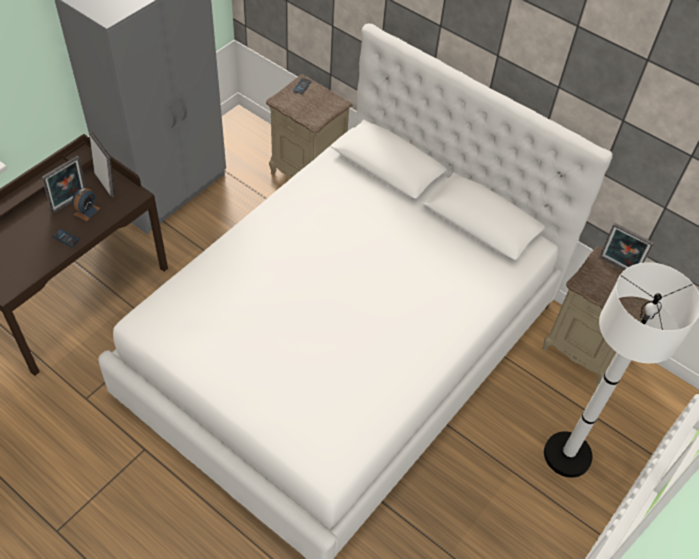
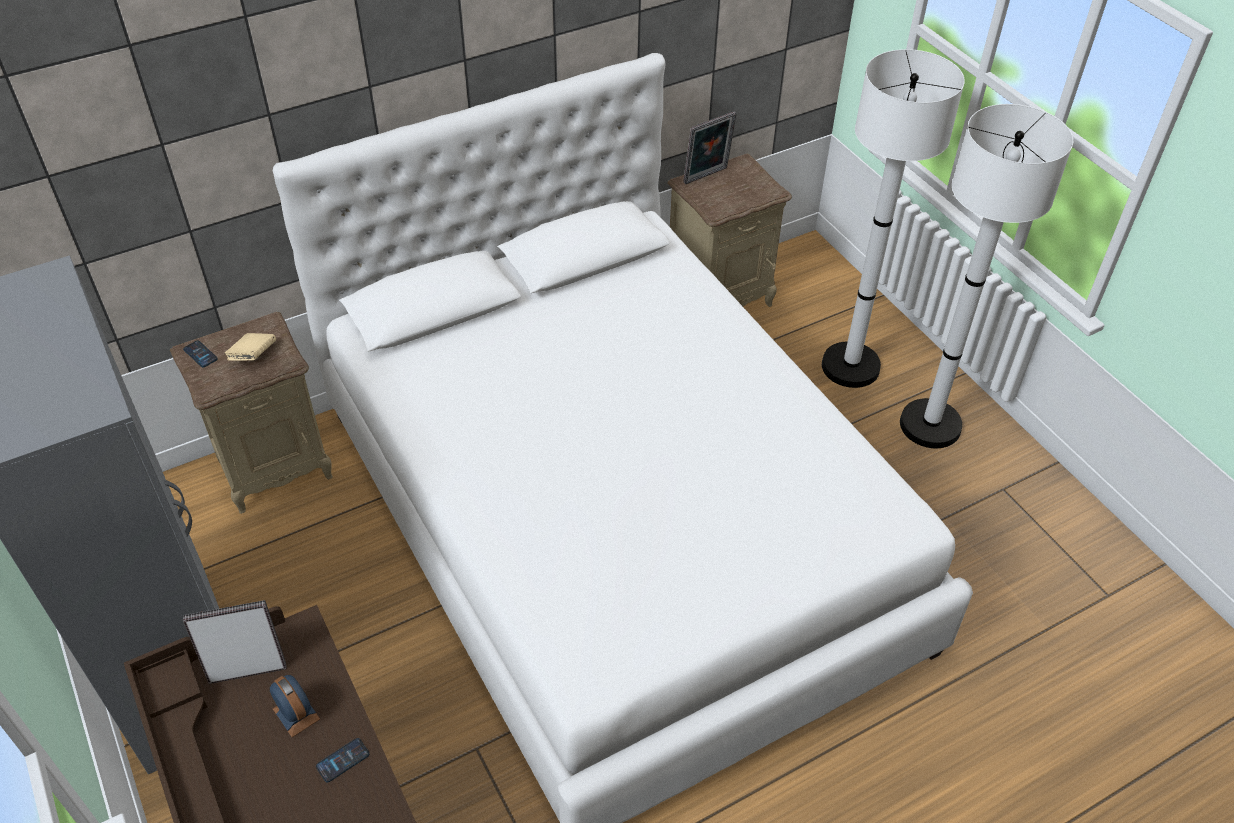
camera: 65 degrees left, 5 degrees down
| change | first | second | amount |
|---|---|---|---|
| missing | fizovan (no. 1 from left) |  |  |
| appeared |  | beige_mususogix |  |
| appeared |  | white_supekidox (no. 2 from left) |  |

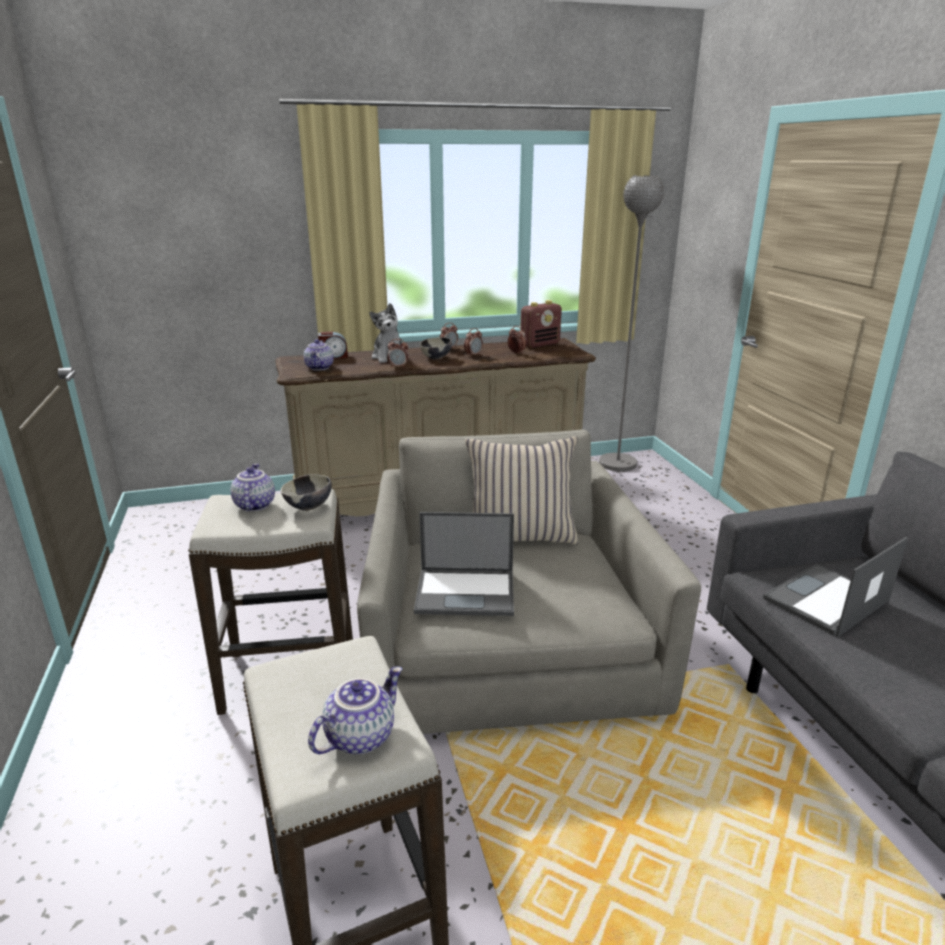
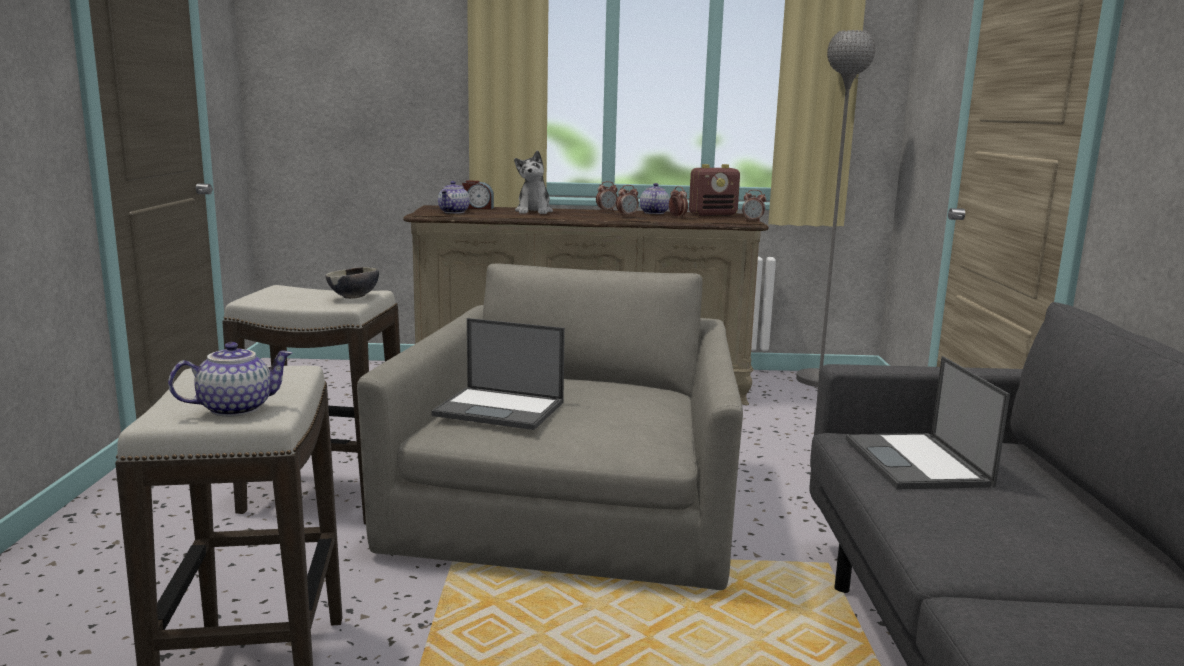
camera: 15 degrees right, 10 degrees down
| change | first | second | amount |
|---|---|---|---|
| missing | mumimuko (no. 2 from left) |  |  |
| missing | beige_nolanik |  |  |
| relocated | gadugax (no. 1 from left in the first image) | gadugax (no. 3 from left) |  |
| relocated | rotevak (no. 2 from left in the first image) | rotevak (no. 5 from left) |  |
| spun | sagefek (no. 2 from left) |  | 75 degrees counterclockwise |

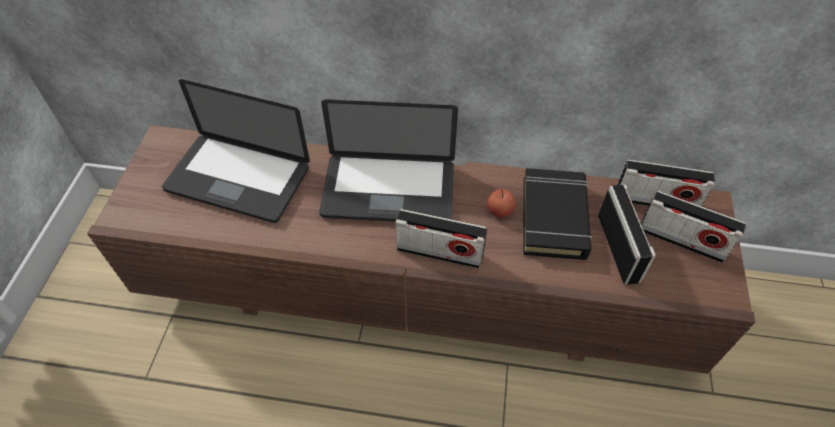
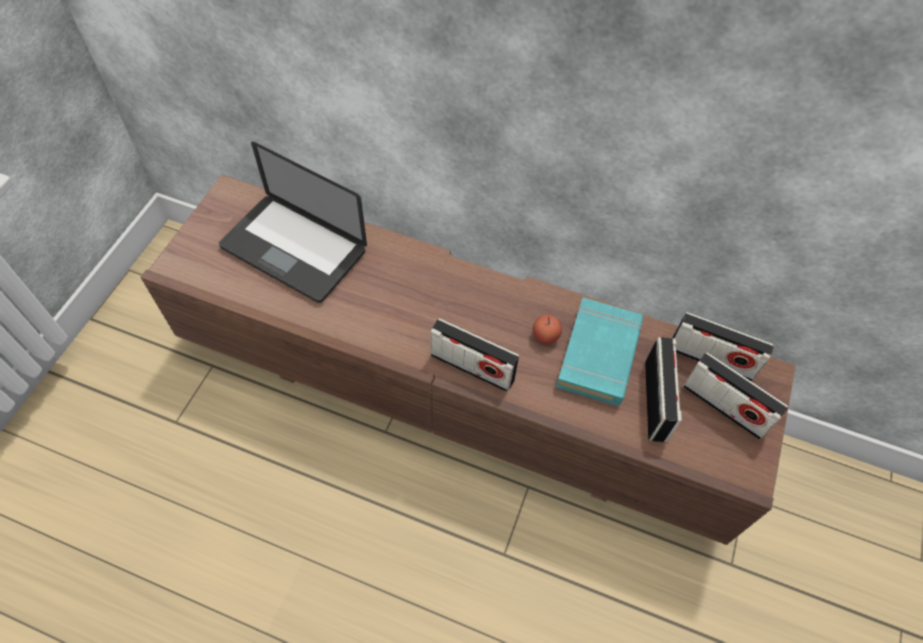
camera: 10 degrees right, 5 degrees up
| change | first | second | amount |
|---|---|---|---|
| missing | sagefek (no. 2 from left) |  |  |
| colour | black_mususogix | turquoise_mususogix |  |

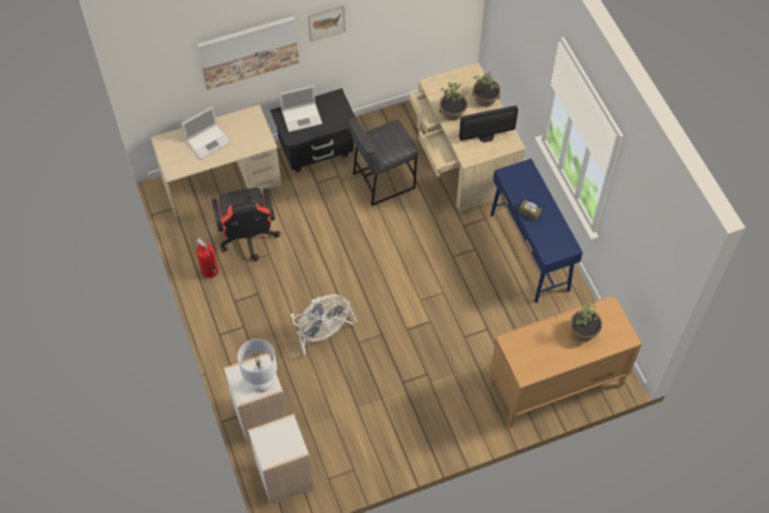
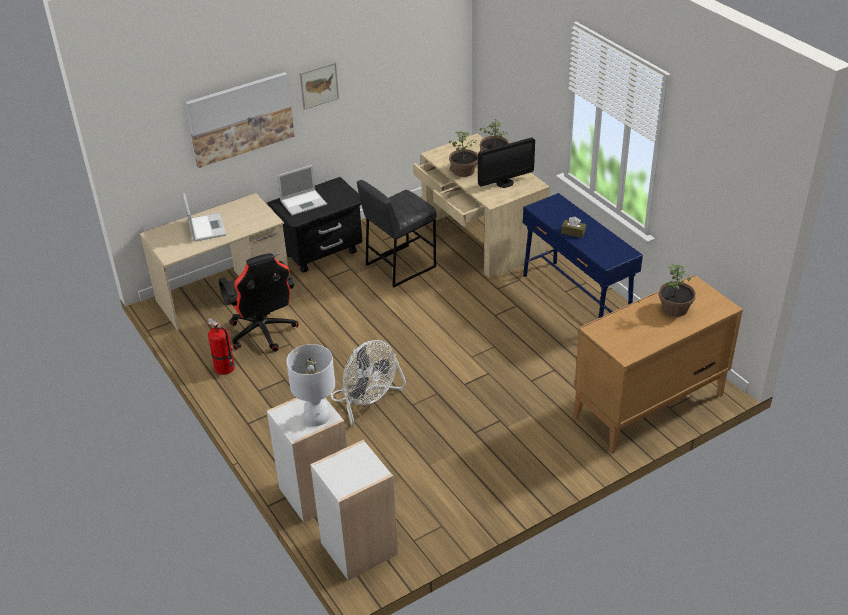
camera: 10 degrees left, 20 degrees down
| change | first | second | amount |
|---|---|---|---|
| spun | sagefek (no. 1 from left) |  | 60 degrees counterclockwise |

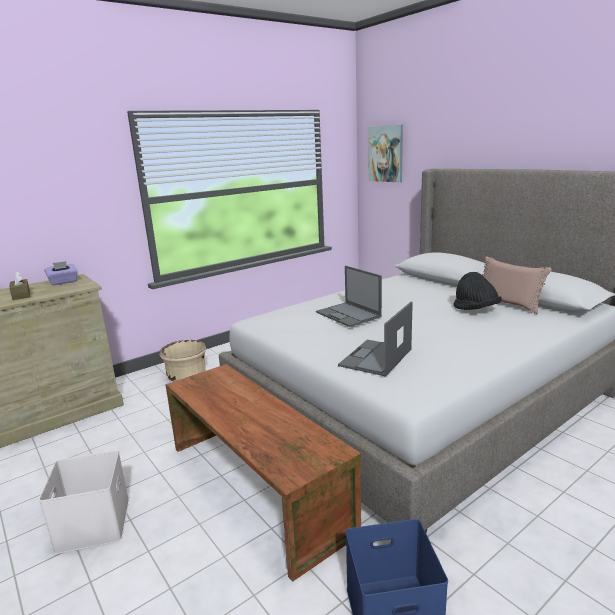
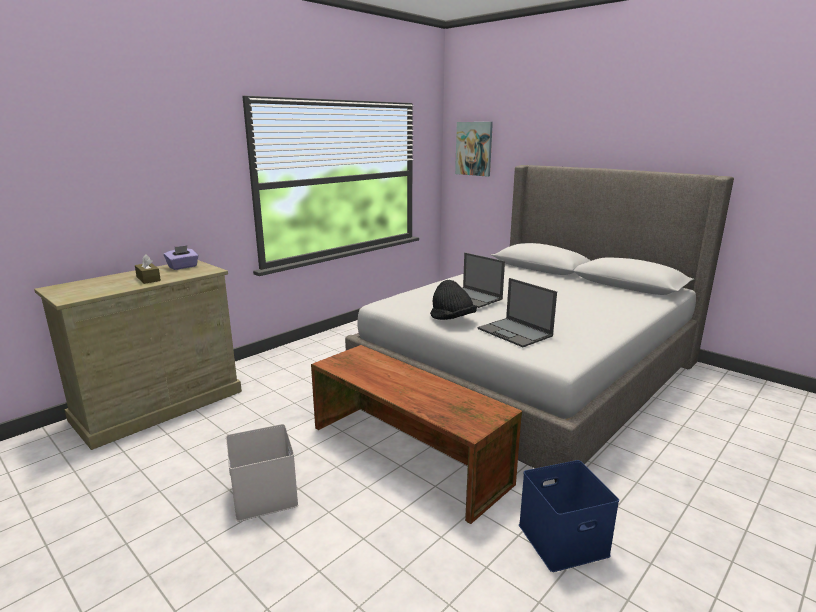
camera: 10 degrees left, 0 degrees up
| change | first | second | amount |
|---|---|---|---|
| missing | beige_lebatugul |  |  |
| missing | beige_nolanik |  |  |
| relocated | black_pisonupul |  |  |
| spun | sagefek (no. 2 from left) |  | 60 degrees counterclockwise |

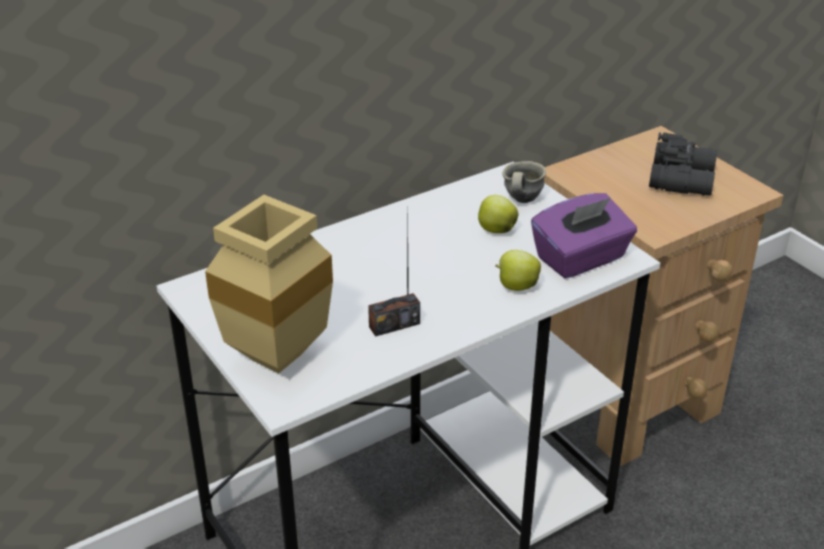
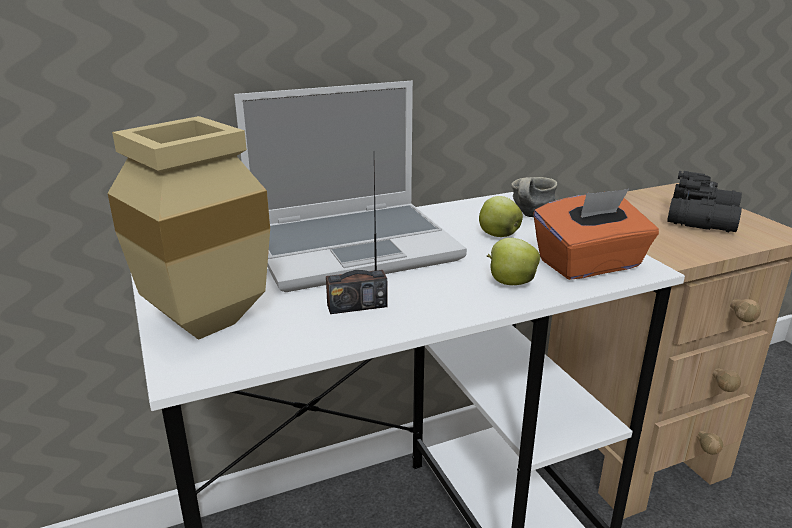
camera: 10 degrees right, 10 degrees down
| change | first | second | amount |
|---|---|---|---|
| appeared |  | sagefek |  |
| colour | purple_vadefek | orange_vadefek |  |

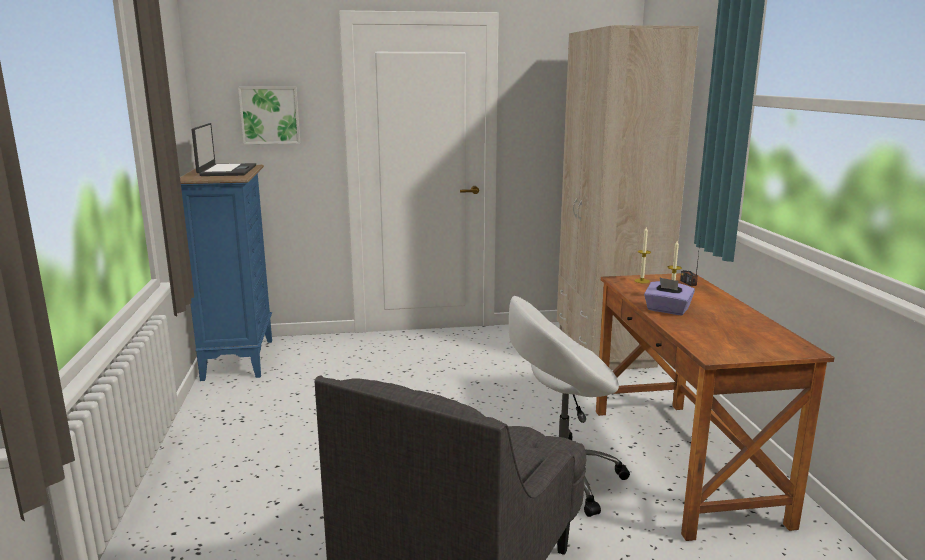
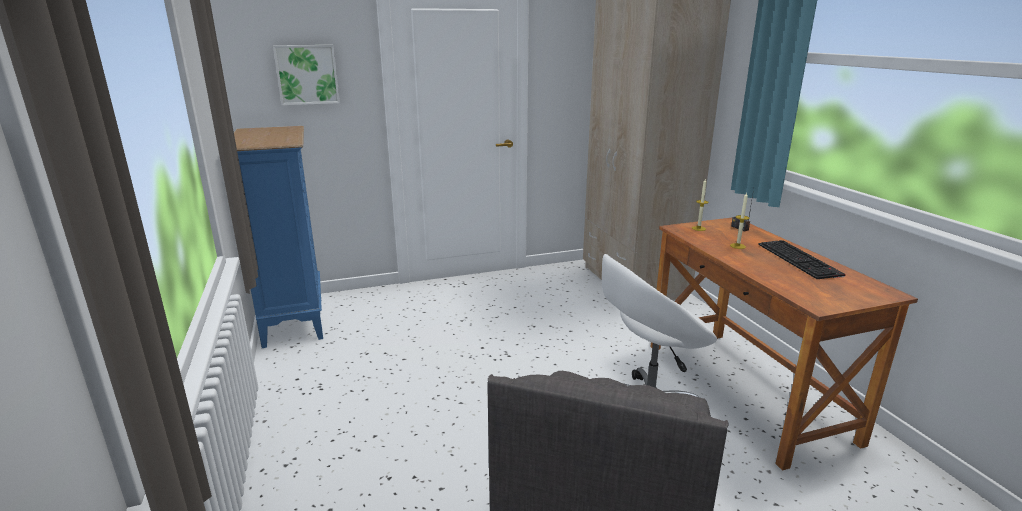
camera: 10 degrees left, 5 degrees up
| change | first | second | amount |
|---|---|---|---|
| missing | sagefek |  |  |
| missing | purple_vadefek |  |  |
| appeared |  | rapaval |  |

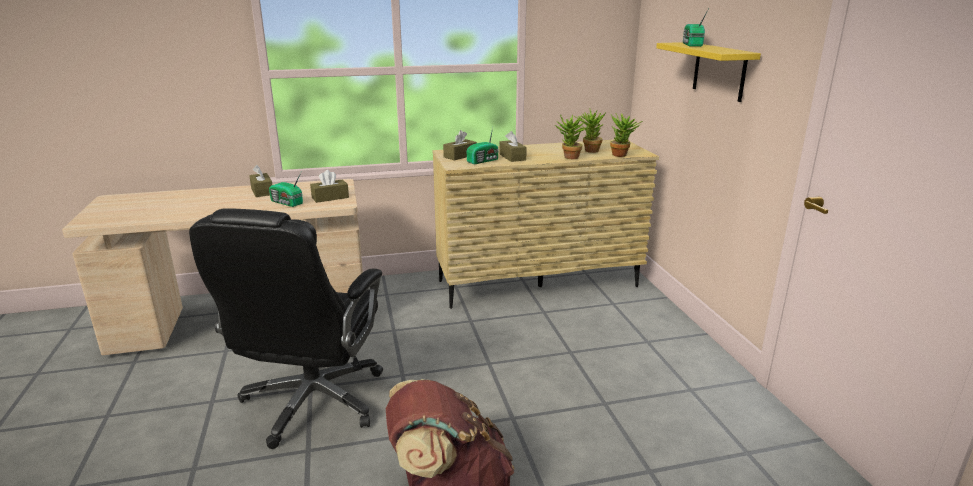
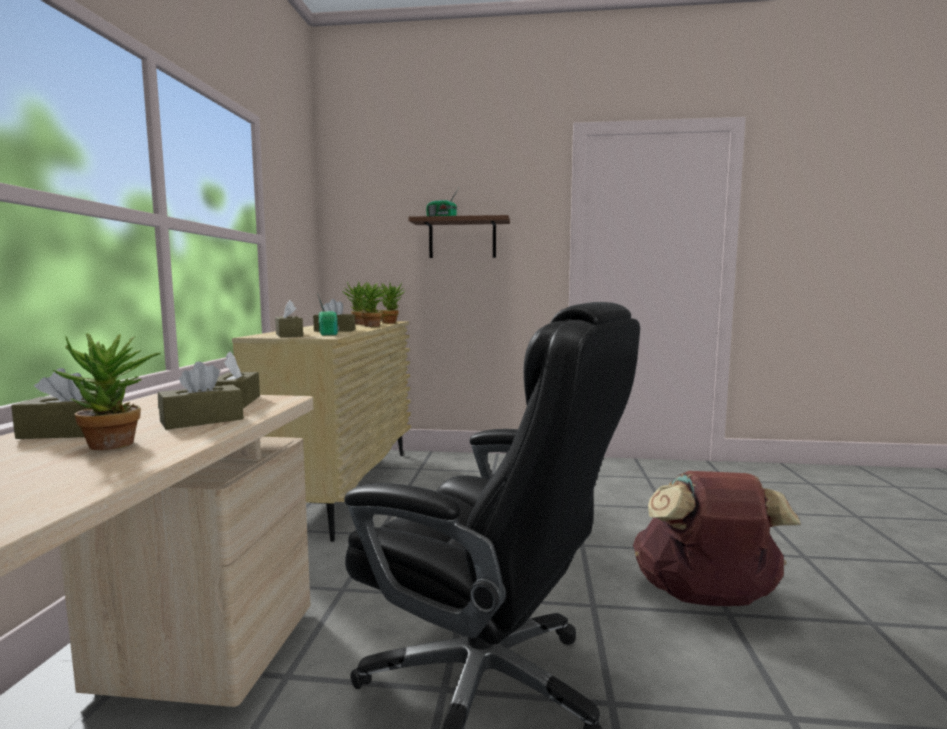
camera: 70 degrees left, 15 degrees down
| change | first | second | amount |
|---|---|---|---|
| appeared |  | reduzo (no. 1 from left) |  |
| exchanged | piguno (no. 1 from left) | brown_vadefek (no. 2 from left) |  |
| colour | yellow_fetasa | brown_fetasa |  |

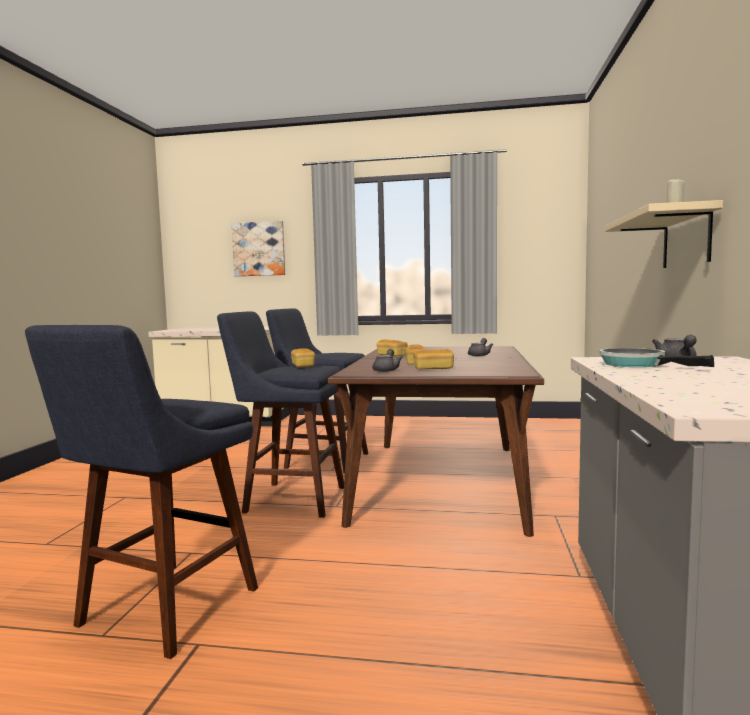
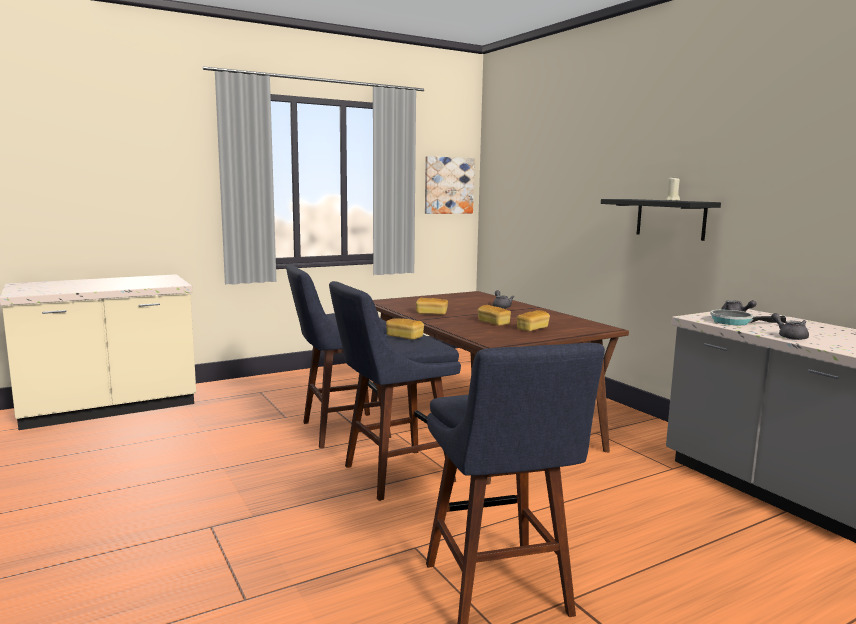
camera: 40 degrees left, 5 degrees up
| change | first | second | amount |
|---|---|---|---|
| relocated | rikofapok |  |  |
| relocated | grey_gadugax (no. 1 from left in the first image) | grey_gadugax (no. 3 from left) |  |
| colour | beige_fetasa | black_fetasa |  |

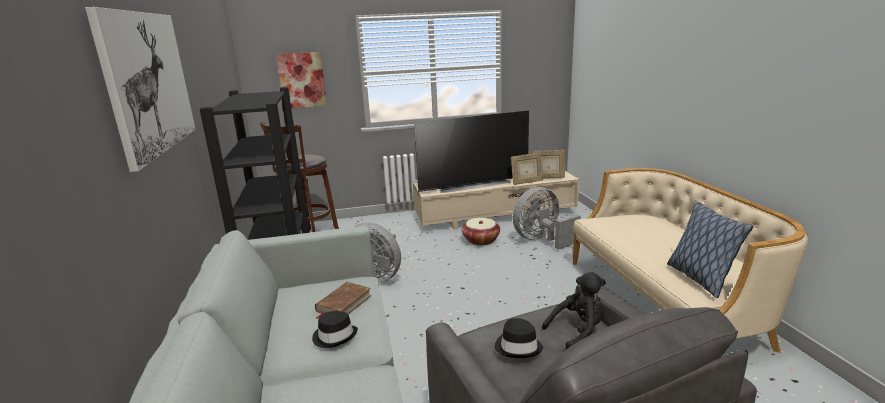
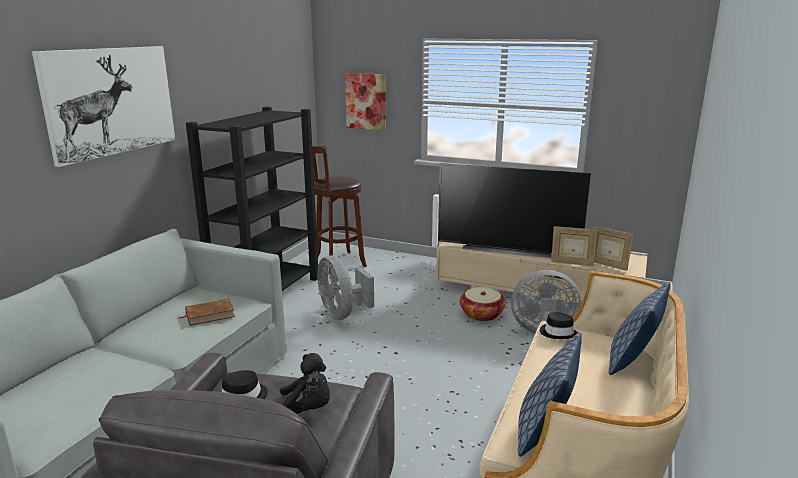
camera: 35 degrees right, 0 degrees up
| change | first | second | amount |
|---|---|---|---|
| appeared |  | nolanik (no. 2 from left) |  |
| relocated | black_pisonupul (no. 1 from left in the first image) | black_pisonupul (no. 2 from left) |  |

